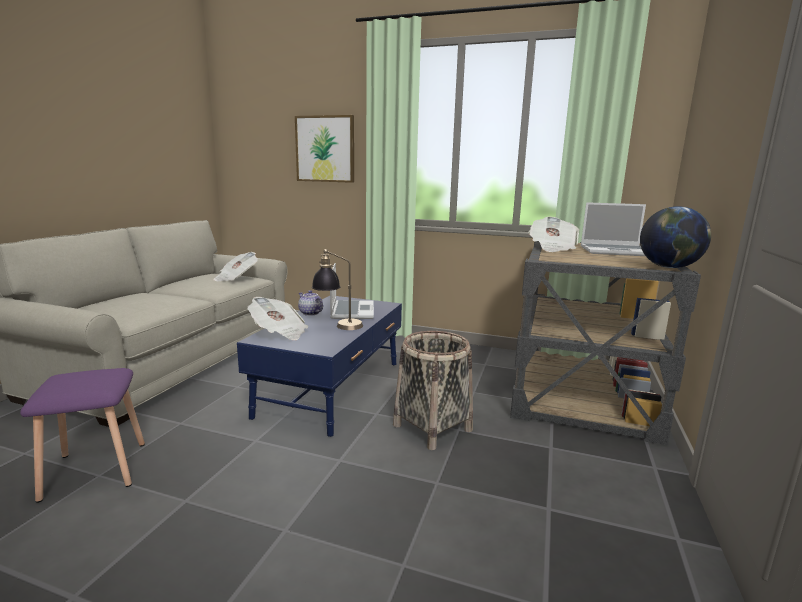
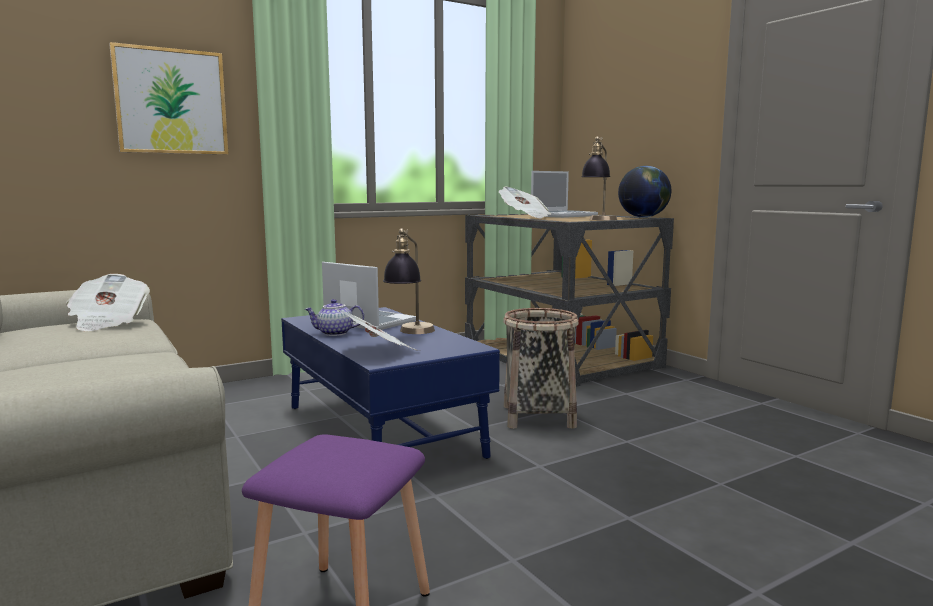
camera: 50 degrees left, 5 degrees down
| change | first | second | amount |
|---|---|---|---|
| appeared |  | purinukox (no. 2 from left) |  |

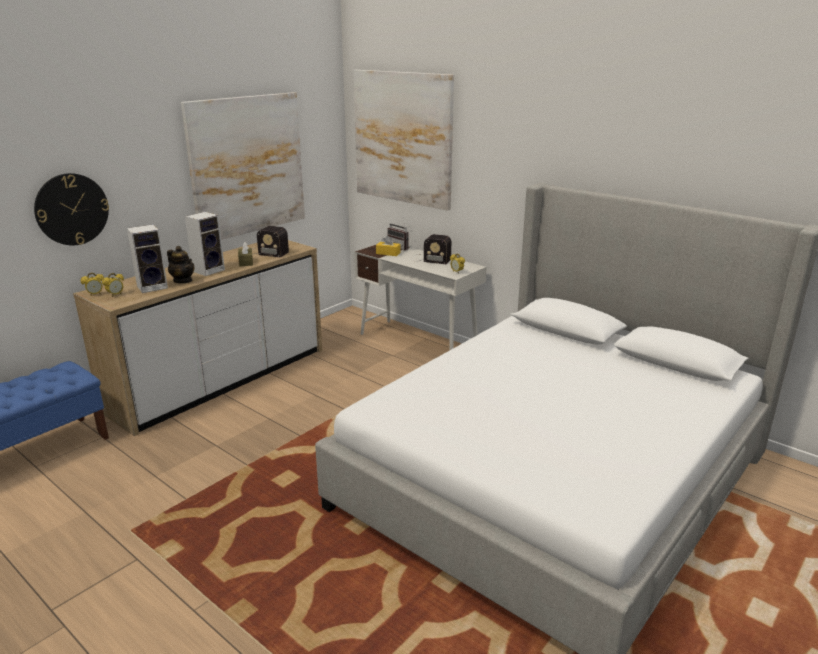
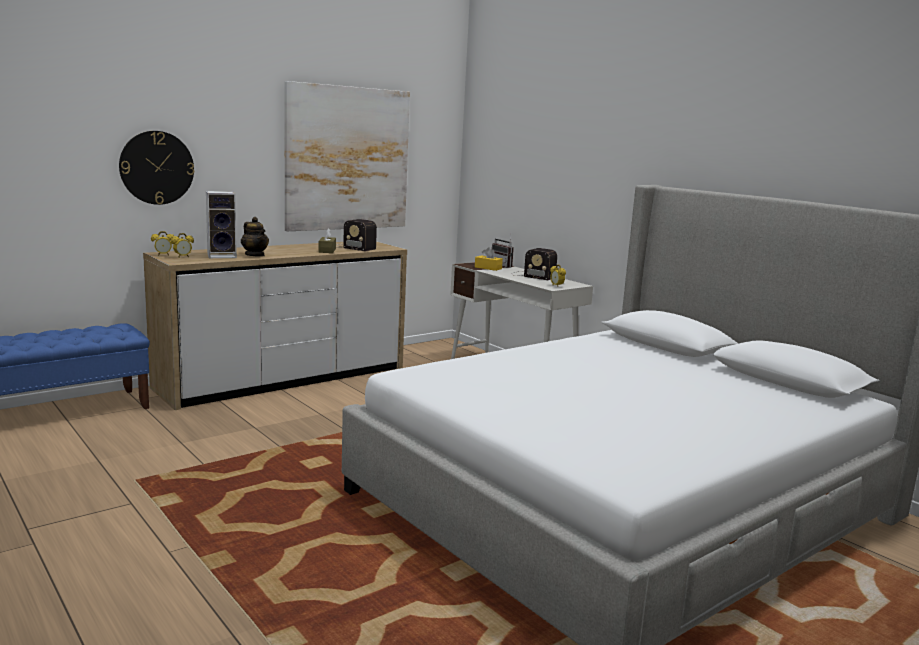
camera: 10 degrees right, 10 degrees down
| change | first | second | amount |
|---|---|---|---|
| missing | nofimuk (no. 2 from left) |  |  |
| missing | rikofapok (no. 2 from left) |  |  |

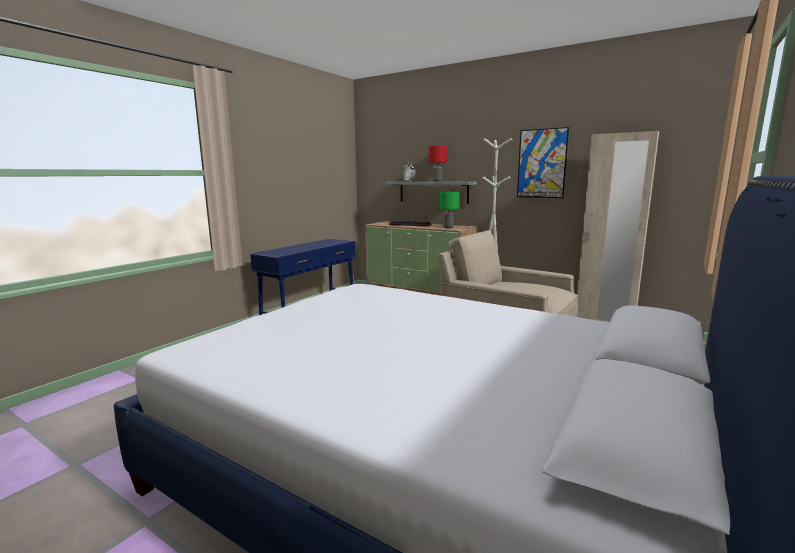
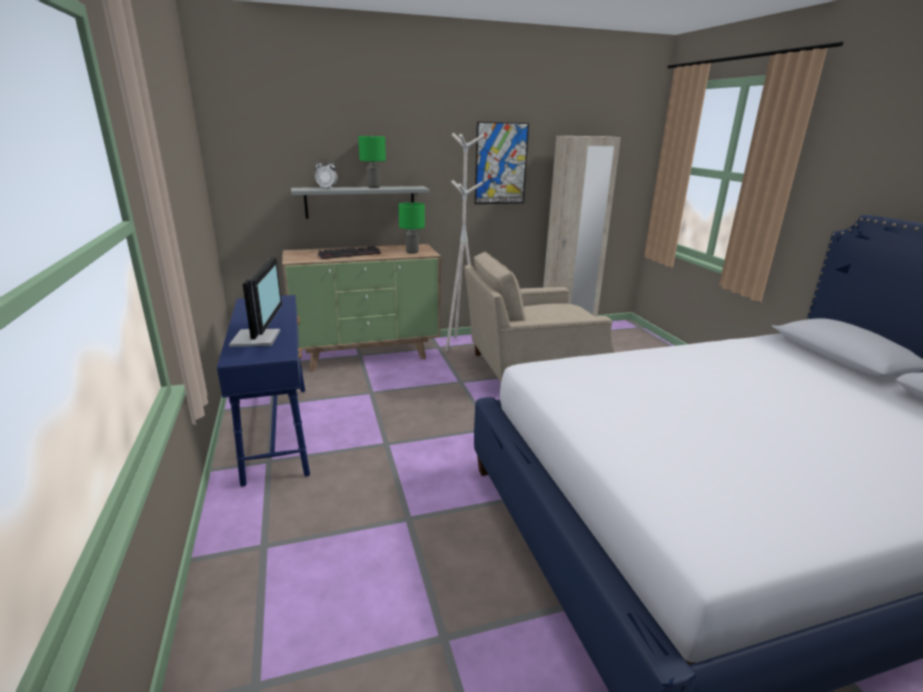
camera: 50 degrees left, 10 degrees up
| change | first | second | amount |
|---|---|---|---|
| appeared |  | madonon |  |
| colour | red_purinukox | green_purinukox (no. 1 from left) |  |

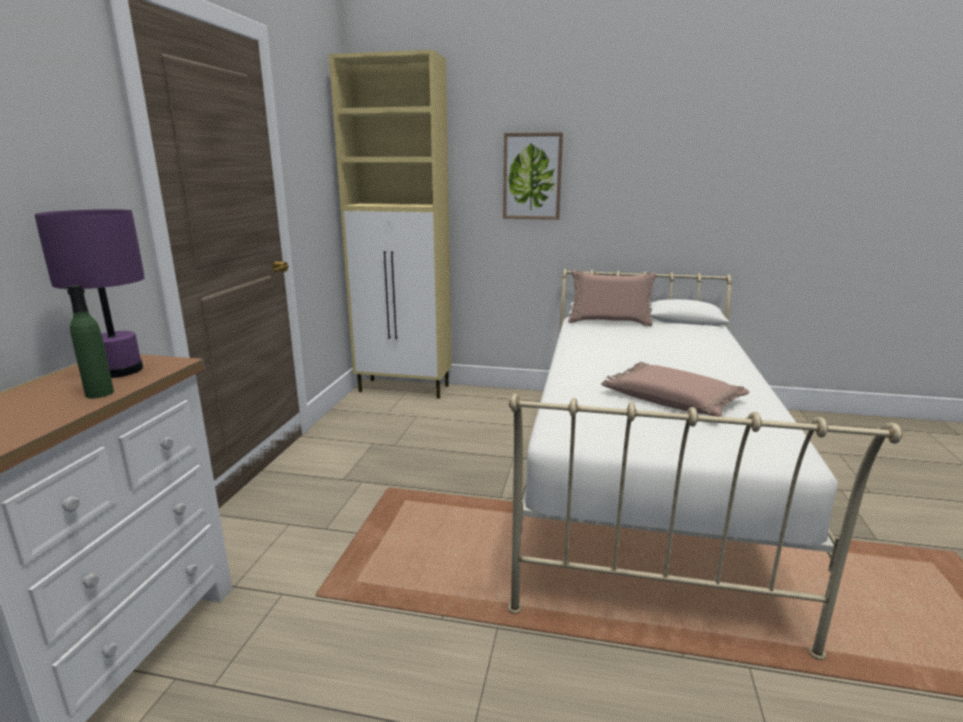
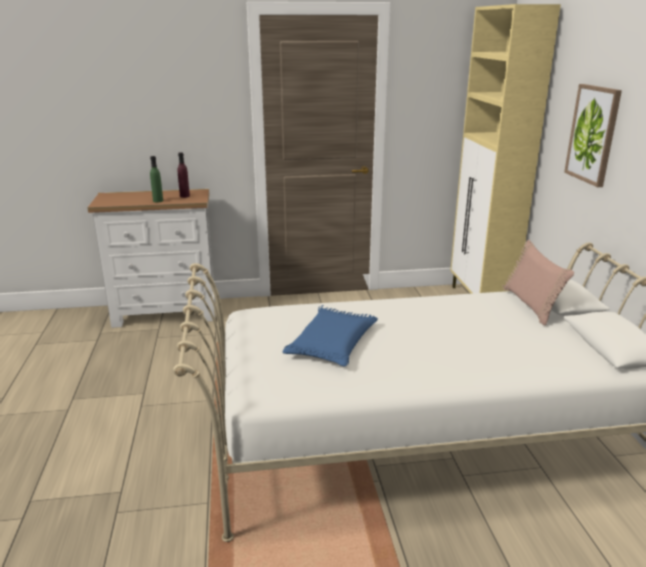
camera: 70 degrees right, 5 degrees up
| change | first | second | amount |
|---|---|---|---|
| exchanged | purple_purinukox | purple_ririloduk |  |
| colour | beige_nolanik (no. 2 from left) | blue_nolanik |  |

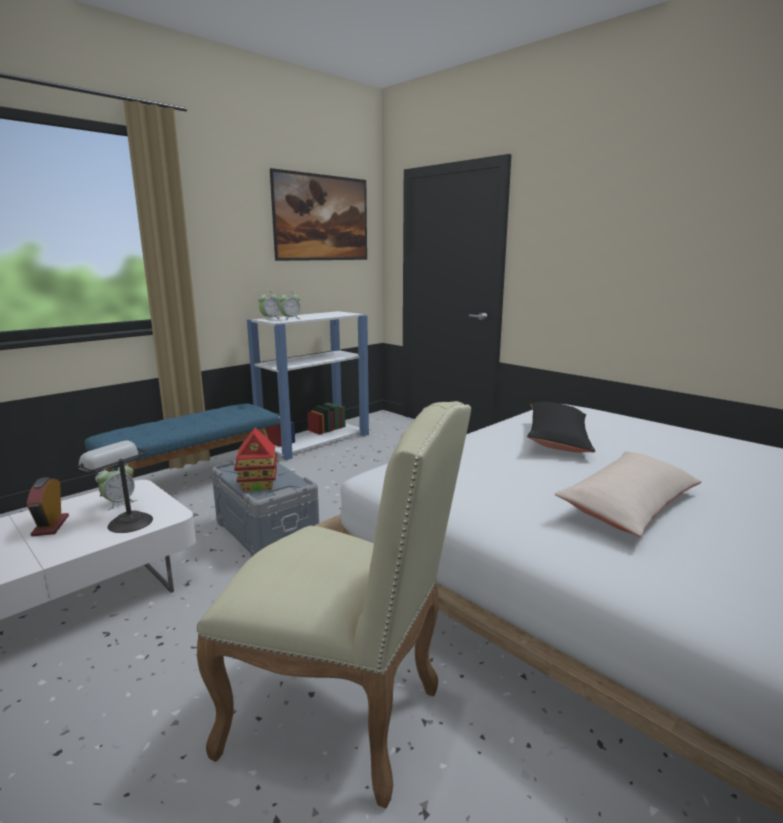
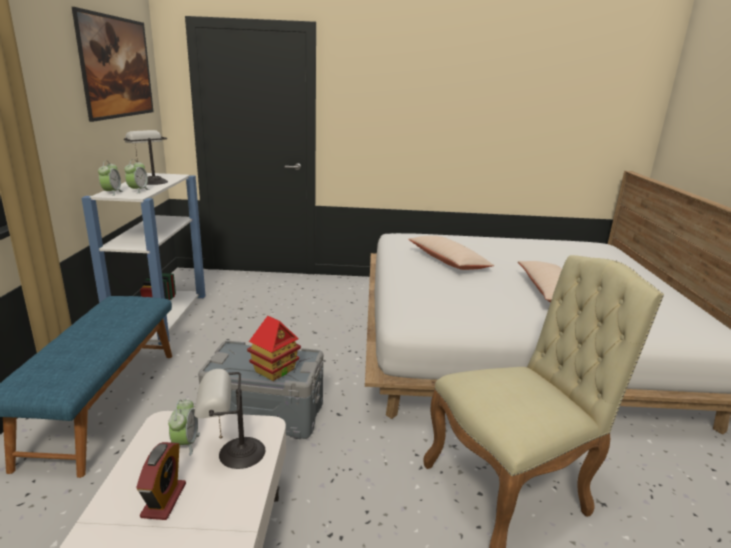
camera: 45 degrees left, 5 degrees up
| change | first | second | amount |
|---|---|---|---|
| appeared |  | purinukox (no. 1 from left) |  |
| colour | black_nolanik | beige_nolanik (no. 1 from left) |  |
| spun | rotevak (no. 1 from left in the first image) | rotevak (no. 3 from left) | 120 degrees counterclockwise |

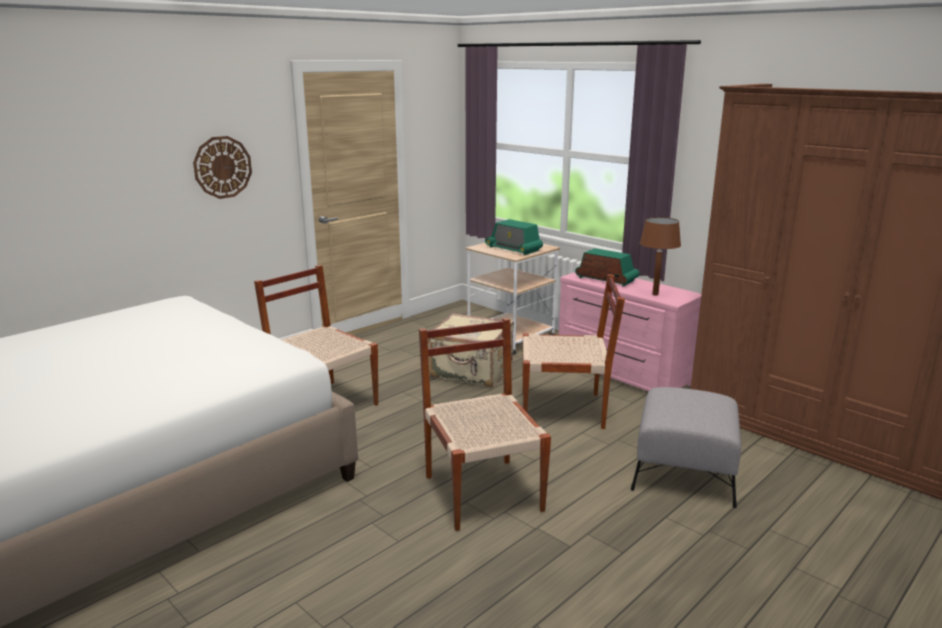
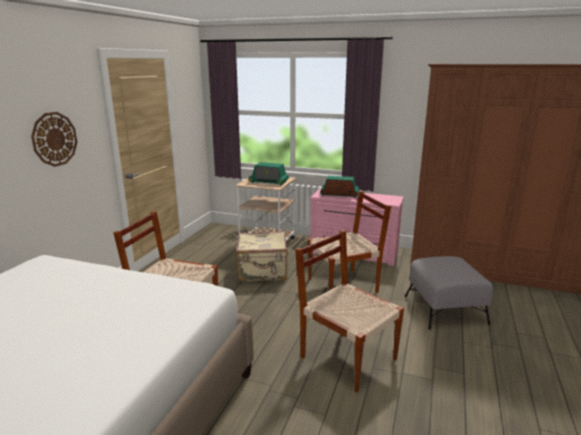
camera: 25 degrees left, 0 degrees up
| change | first | second | amount |
|---|---|---|---|
| missing | brown_purinukox |  |  |

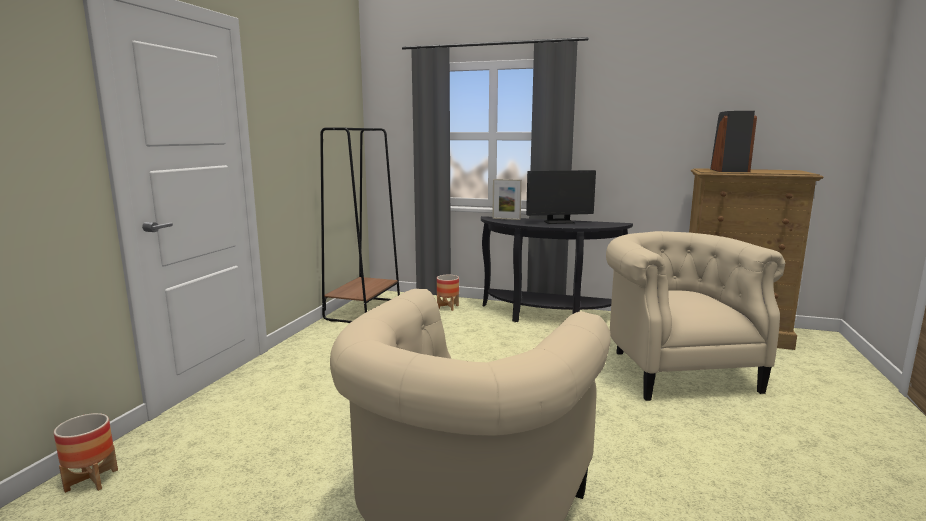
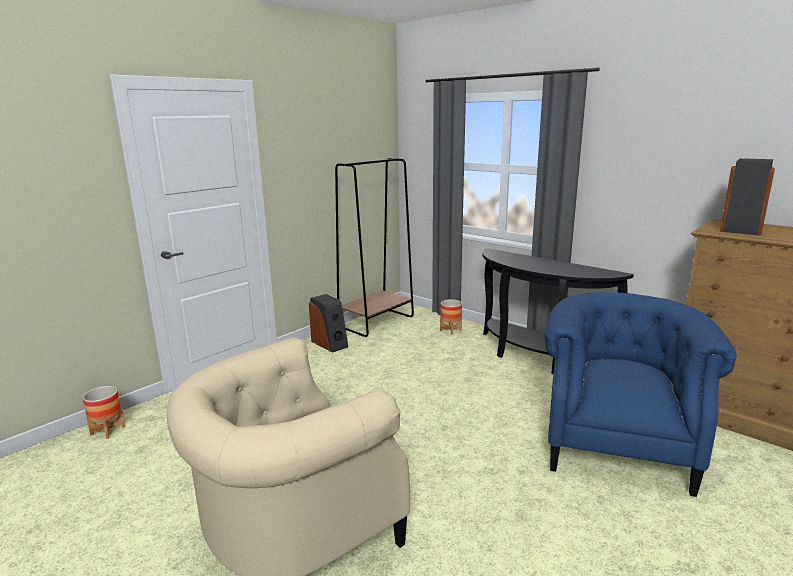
camera: 25 degrees right, 5 degrees up
| change | first | second | amount |
|---|---|---|---|
| missing | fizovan |  |  |
| missing | madonon |  |  |
| appeared |  | nofimuk (no. 1 from left) |  |
| colour | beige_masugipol (no. 2 from left) | blue_masugipol |  |

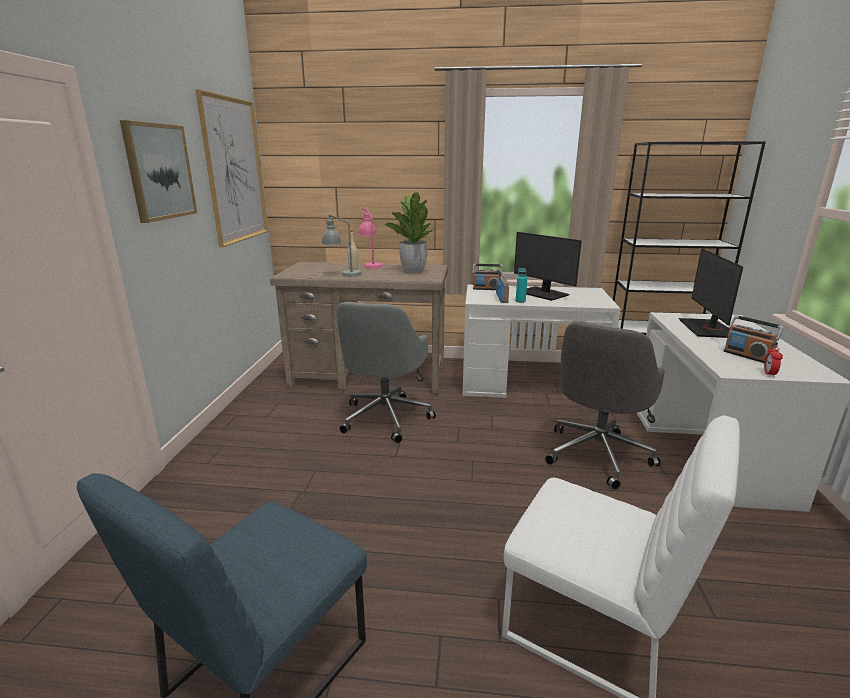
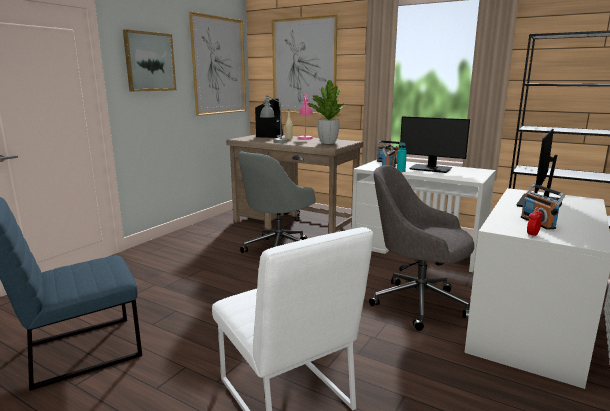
camera: 25 degrees right, 5 degrees down
| change | first | second | amount |
|---|---|---|---|
| appeared |  | black_nofimuk |  |
| appeared |  | rikofapok (no. 3 from left) |  |
| spun | madonon (no. 1 from left) |  | 45 degrees counterclockwise |
| spun | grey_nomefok (no. 2 from left) |  | 60 degrees clockwise |

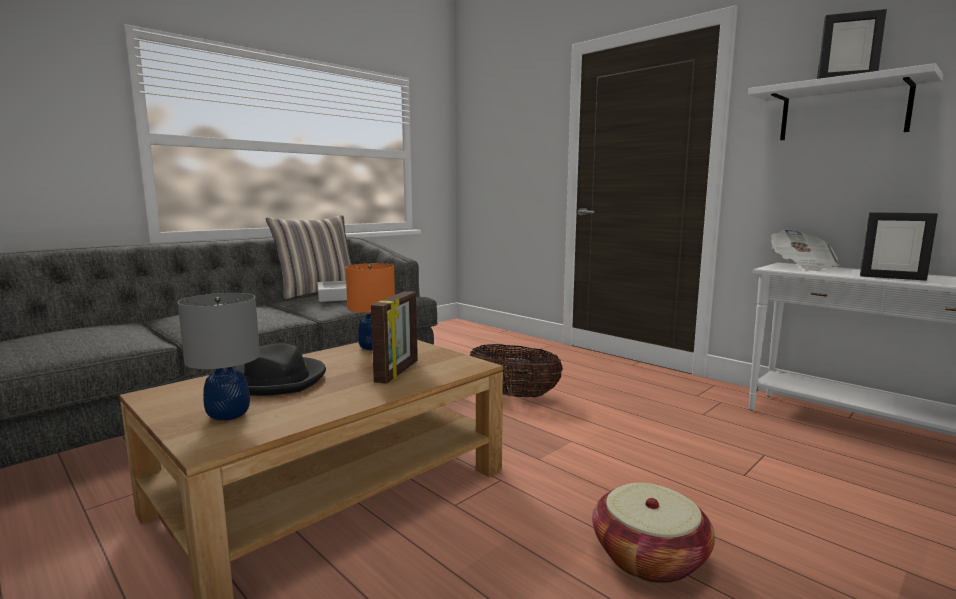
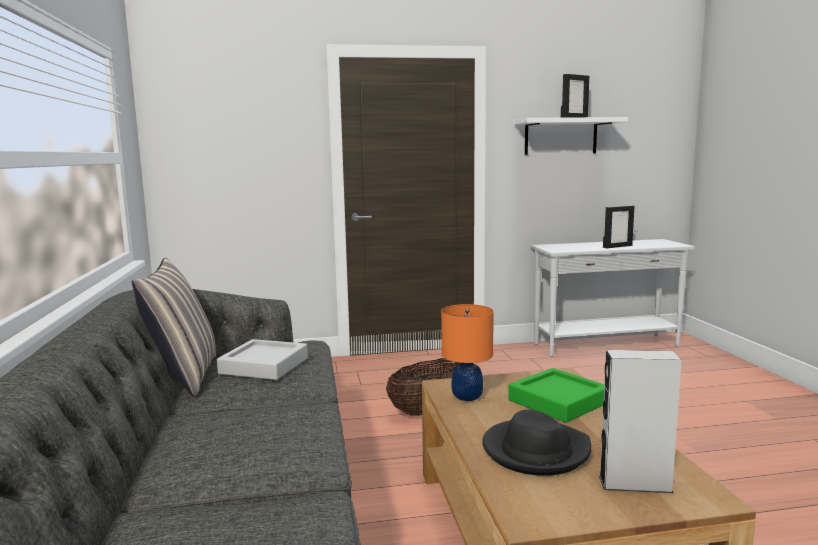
camera: 55 degrees left, 0 degrees up
| change | first | second | amount |
|---|---|---|---|
| missing | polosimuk (no. 2 from left) |  |  |
| missing | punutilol |  |  |
| exchanged | grey_purinukox | grey_nofimuk |  |
| exchanged | fizovan (no. 1 from left) | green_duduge |  |

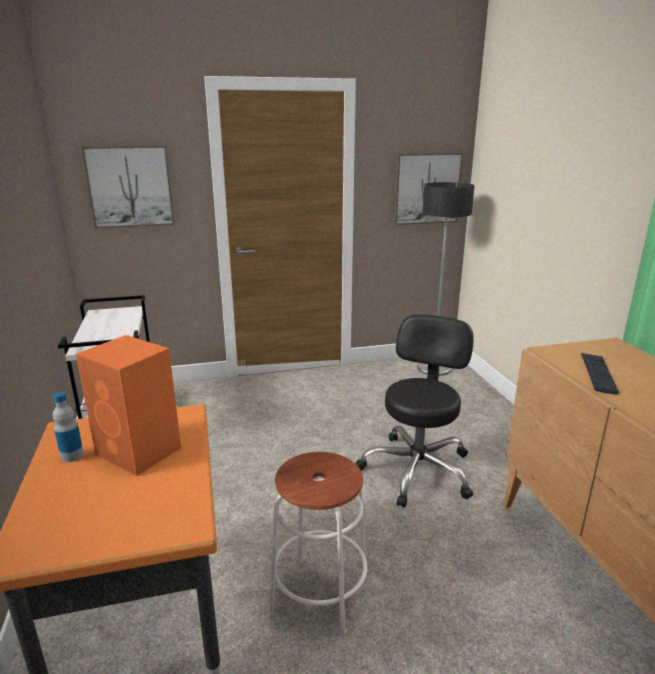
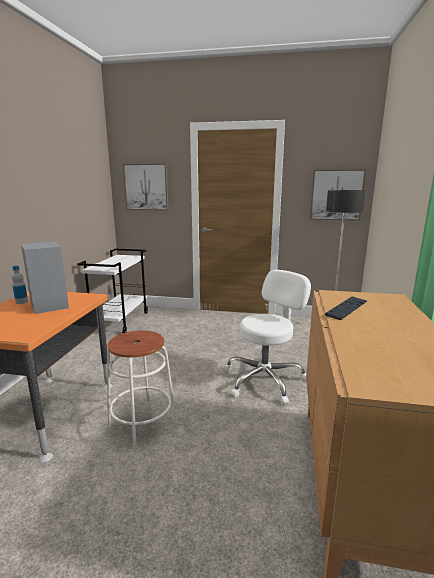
camera: 25 degrees right, 5 degrees down
| change | first | second | amount |
|---|---|---|---|
| colour | orange_nofimuk | grey_nofimuk |  |
| colour | black_nomefok | white_nomefok |  |

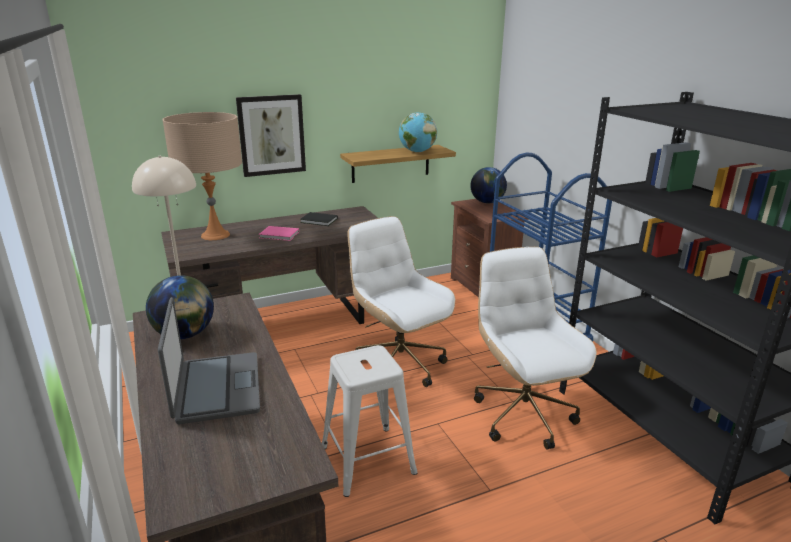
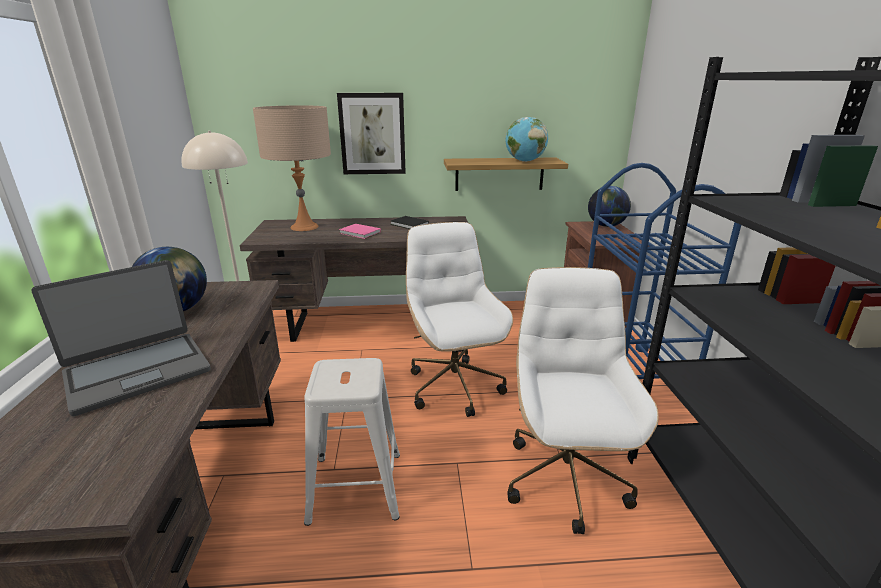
camera: 20 degrees right, 0 degrees up
| change | first | second | amount |
|---|---|---|---|
| spun | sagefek |  | 45 degrees clockwise |

